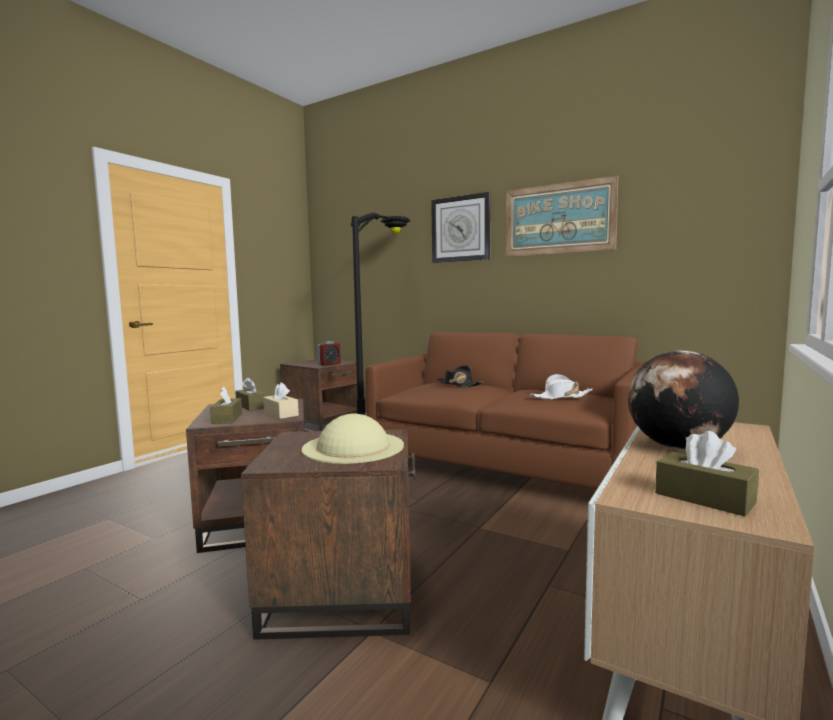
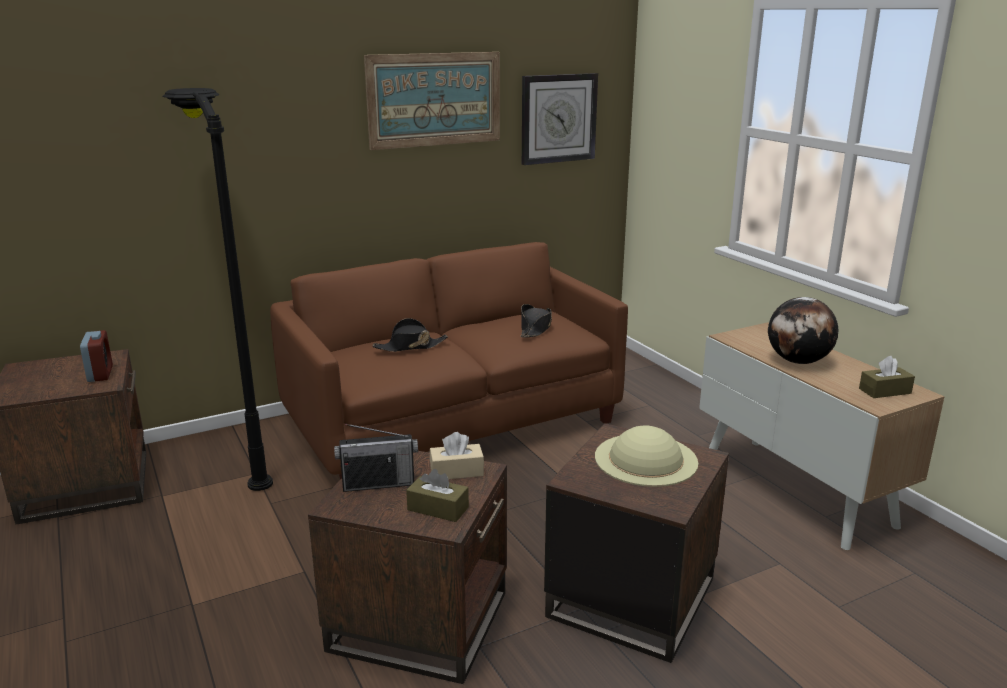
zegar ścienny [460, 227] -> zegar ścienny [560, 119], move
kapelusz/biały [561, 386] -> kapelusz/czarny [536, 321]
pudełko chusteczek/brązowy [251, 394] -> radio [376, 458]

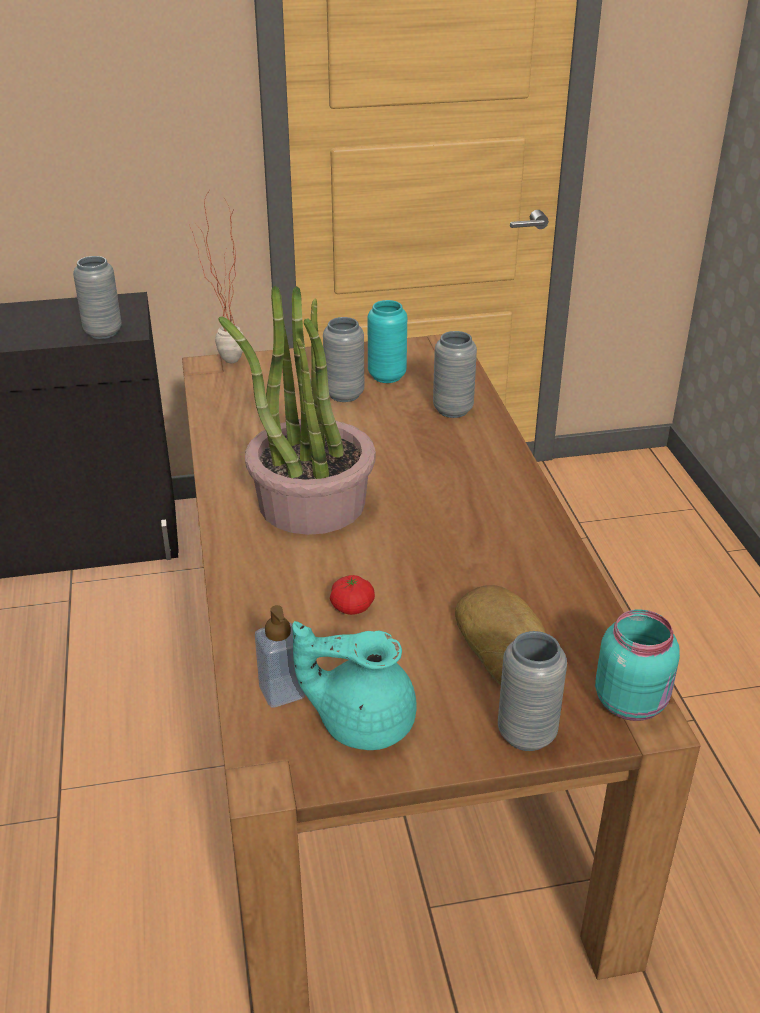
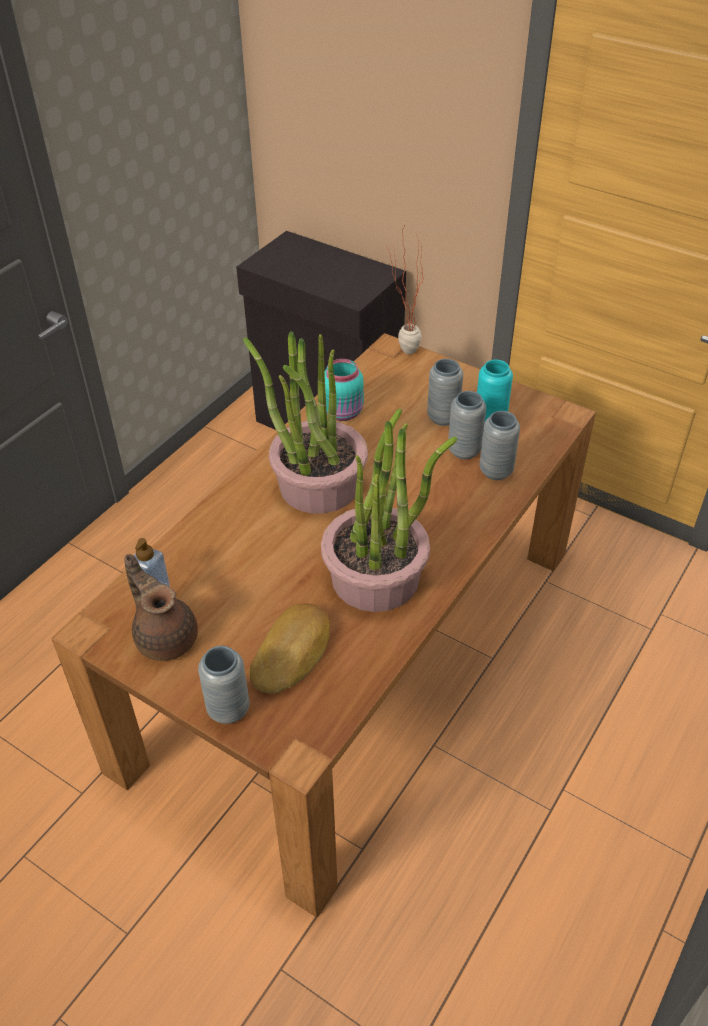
wazon/szary [97, 297] -> wazon/szary [467, 425], move
pomidor [352, 595] -> none
słoik/turkusowy [637, 665] -> słoik/turkusowy [344, 390], move
imbryk/turkusowy [354, 685] -> imbryk/brązowy [161, 607]
none -> roślina doniczkowa [389, 510]

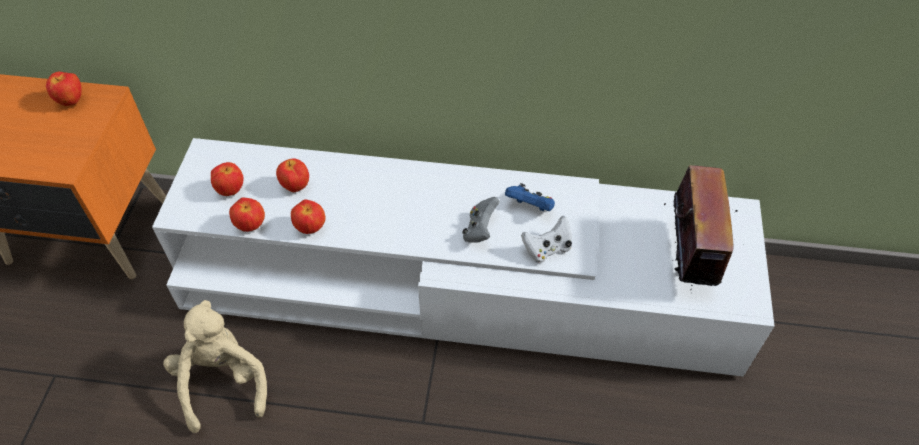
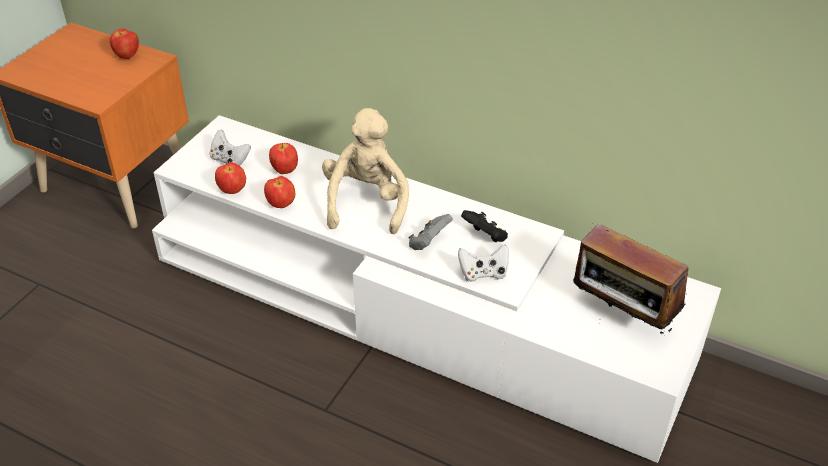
jabłko [227, 179] -> pad do gier/biały [230, 147]
radio [701, 229] -> radio [631, 279], 105 degrees clockwise
pad do gier/niebieski [530, 197] -> pad do gier/czarny [484, 226]
pluszak/beżowy [215, 366] -> pluszak/beżowy [365, 171], move

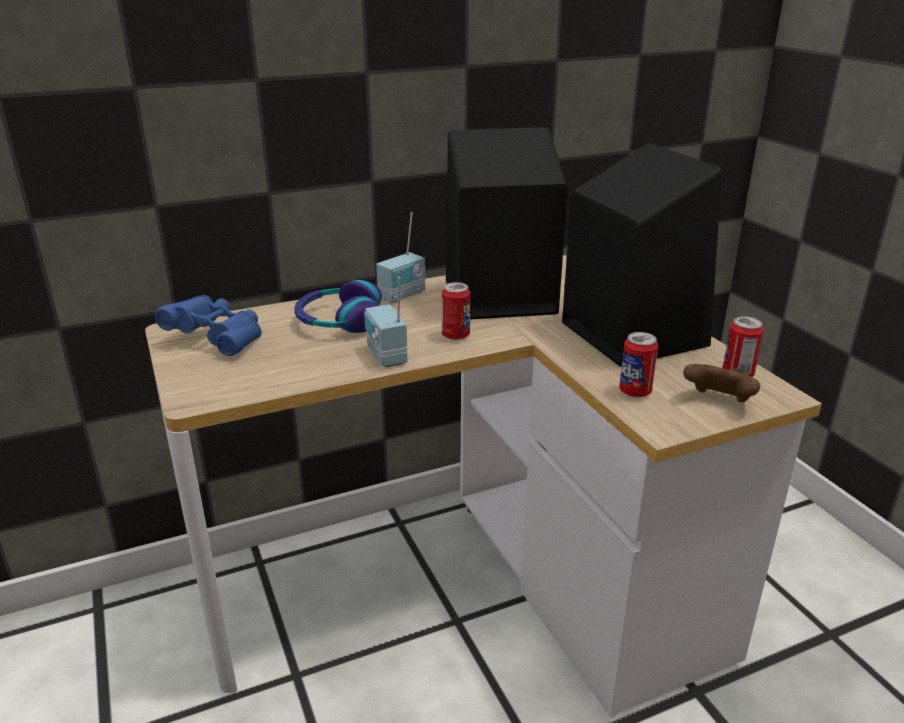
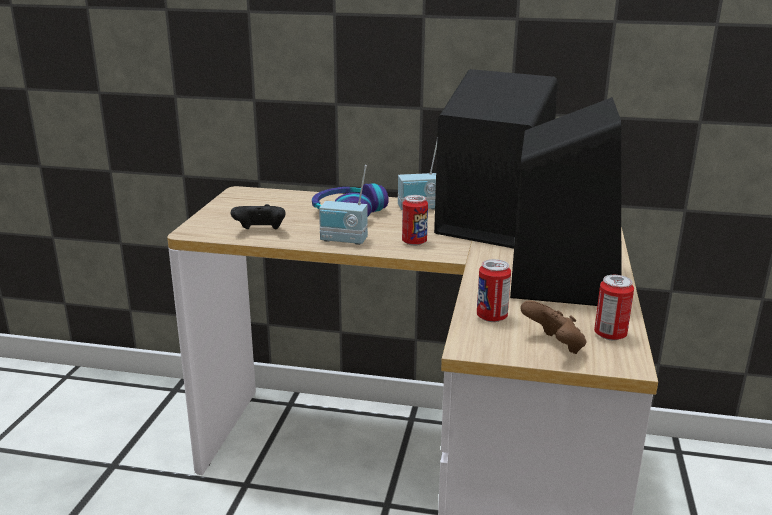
radio [386, 322] -> radio [343, 205], 90 degrees counterclockwise
lornetka/niebieski [208, 325] -> none
none -> pad do gier/czarny [258, 216]

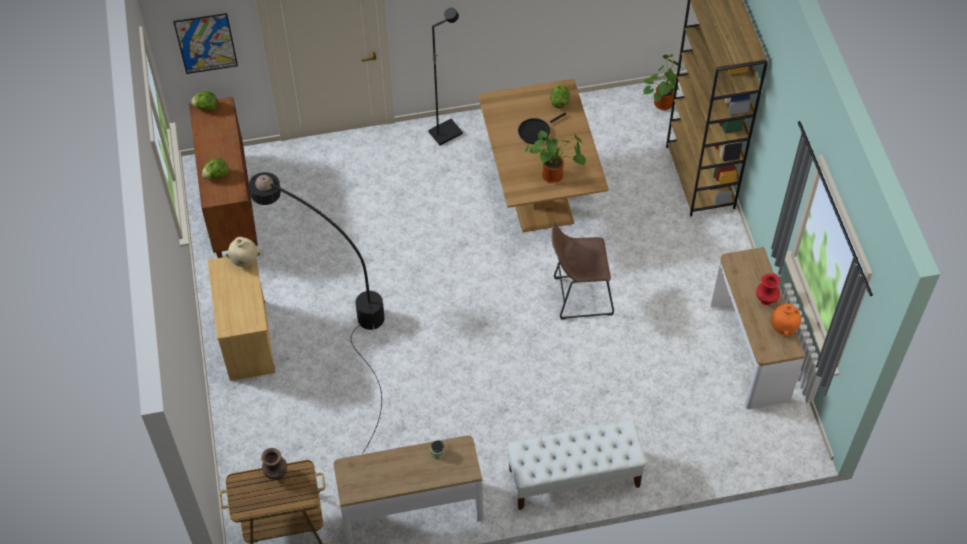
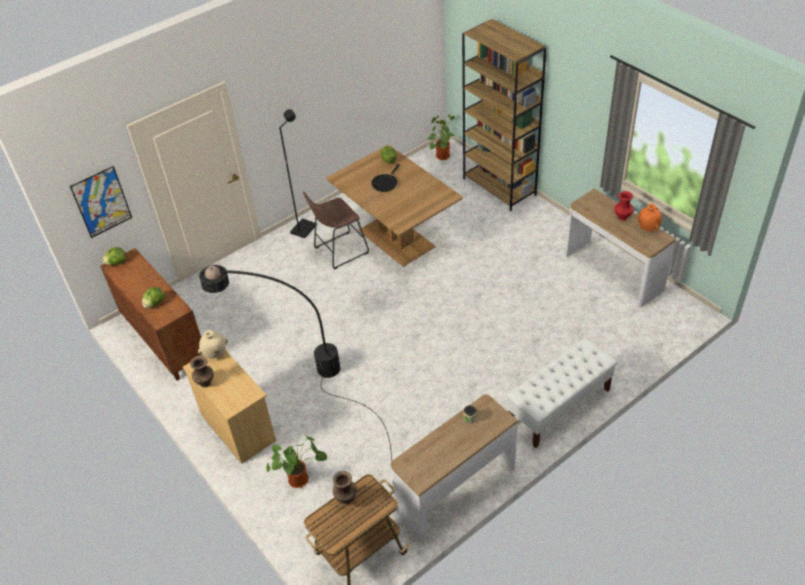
roślina doniczkowa [555, 157] -> roślina doniczkowa [296, 462], move
stołek/brązowy [583, 271] -> stołek/brązowy [336, 231], move
none -> wazon/brązowy [201, 371]

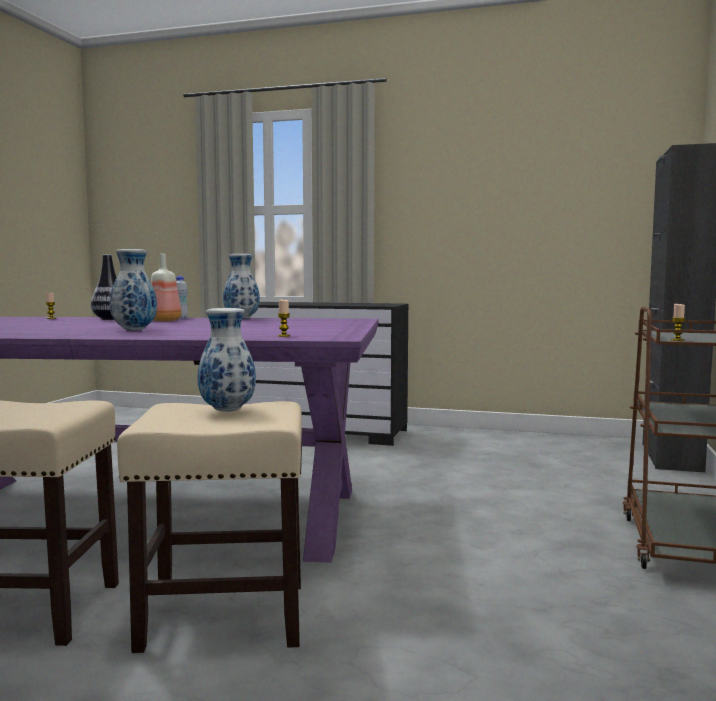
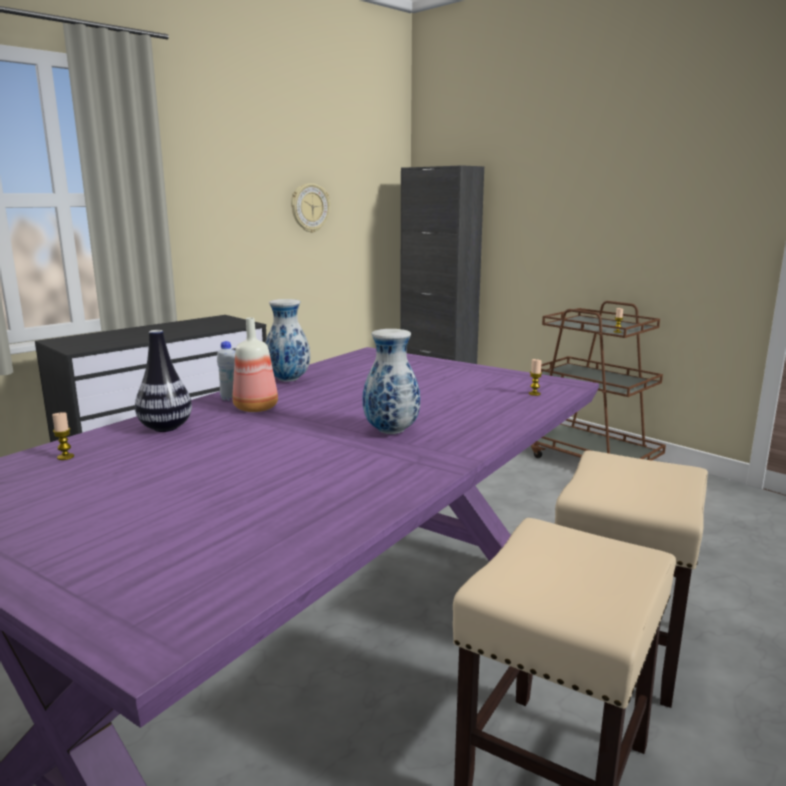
wazon [227, 360] -> none
none -> zegar ścienny [310, 208]

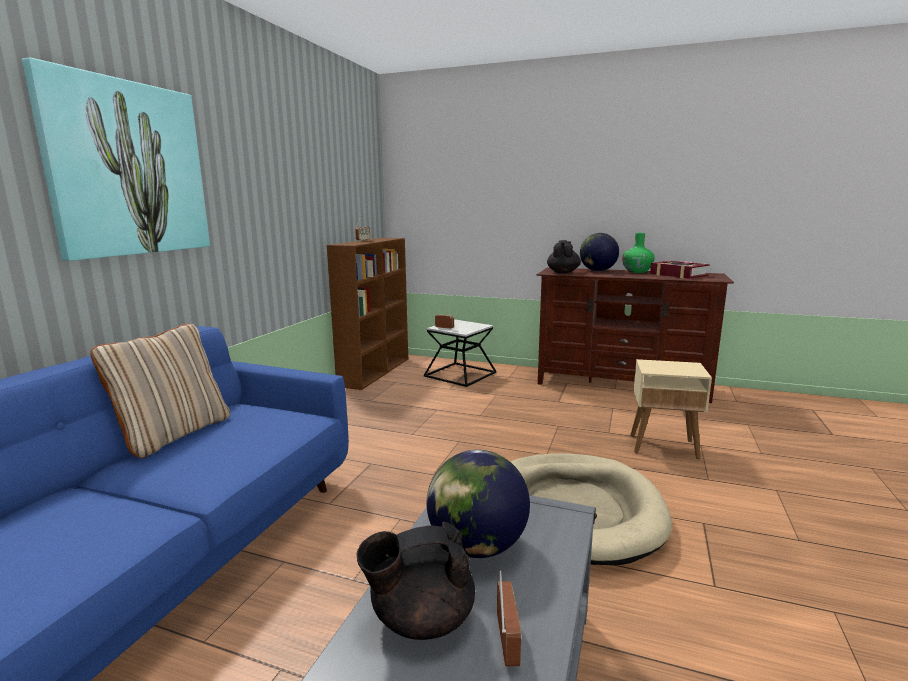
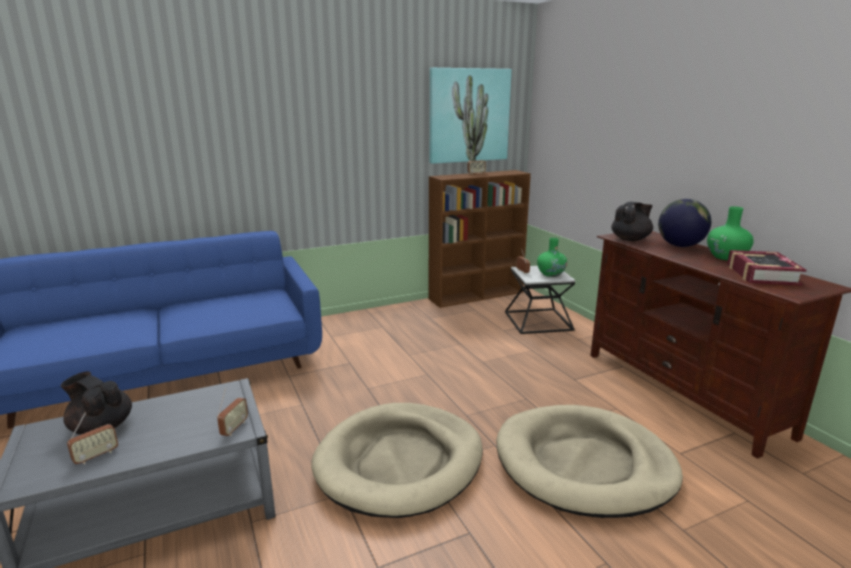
obraz [116, 159] -> obraz [471, 116], move
poduszka/beżowy [160, 391] -> none
stolik/beżowy [671, 409] -> legowisko/beżowy [589, 461]
globus [478, 504] -> none
none -> wazon/zielony [552, 257]
none -> radio [232, 412]

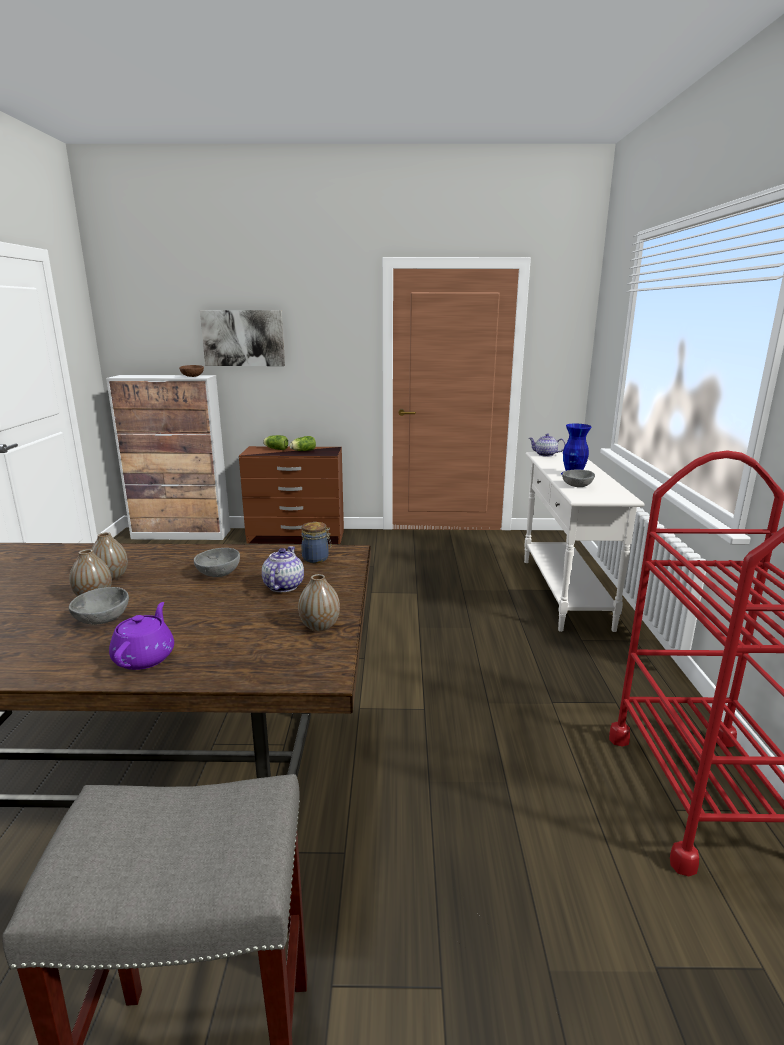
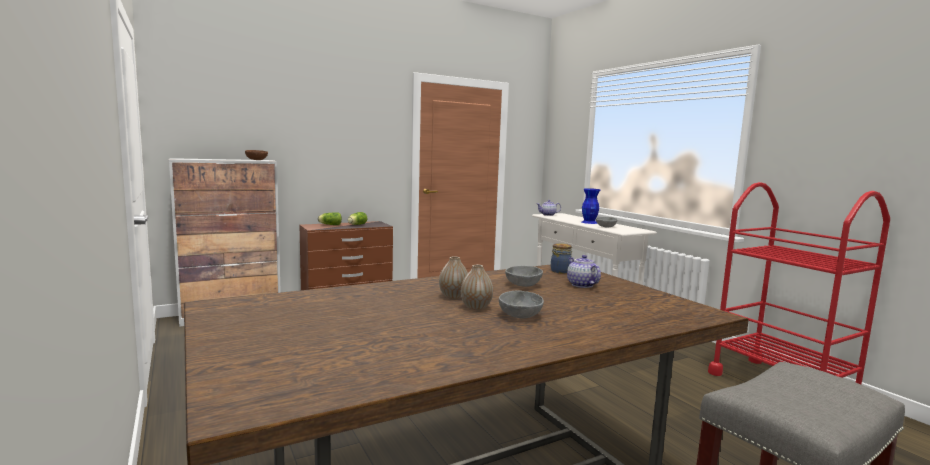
obraz [242, 338] -> none
wazon [319, 602] -> none
imbryk/fioletowy [141, 636] -> none

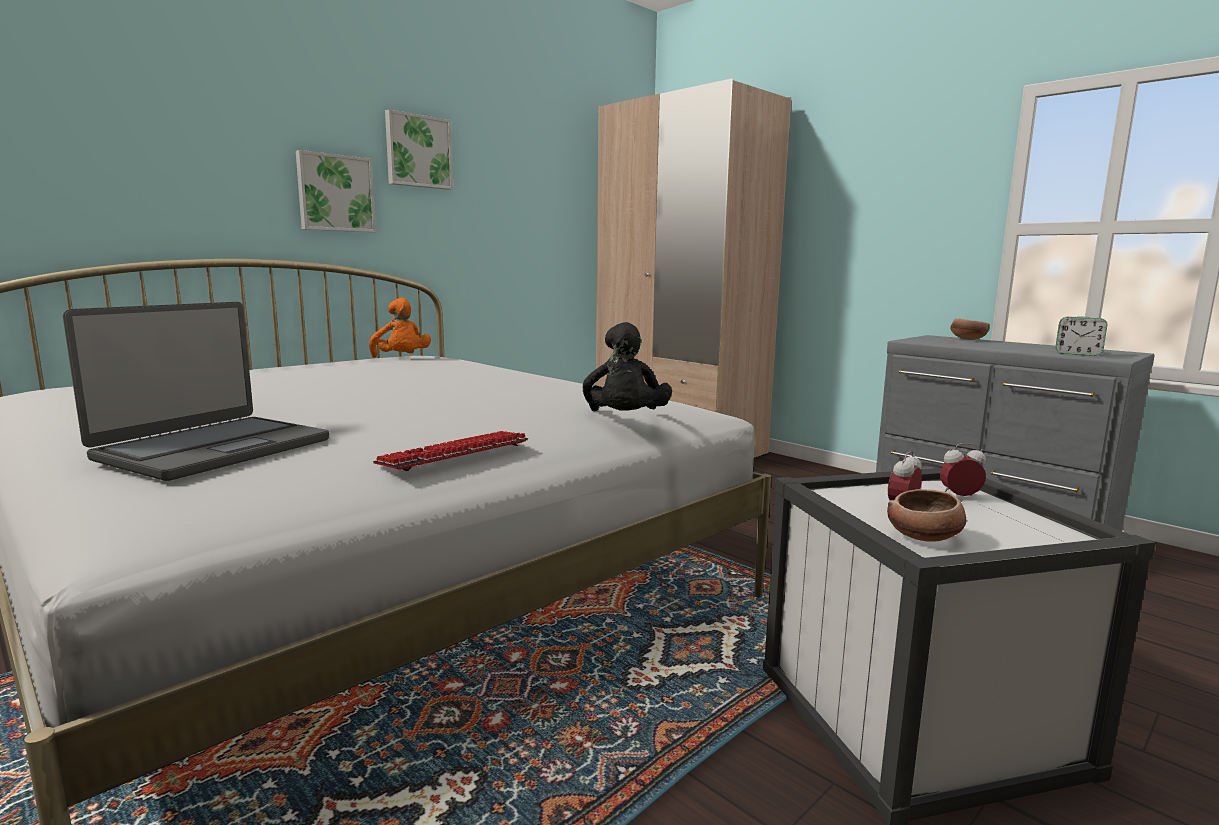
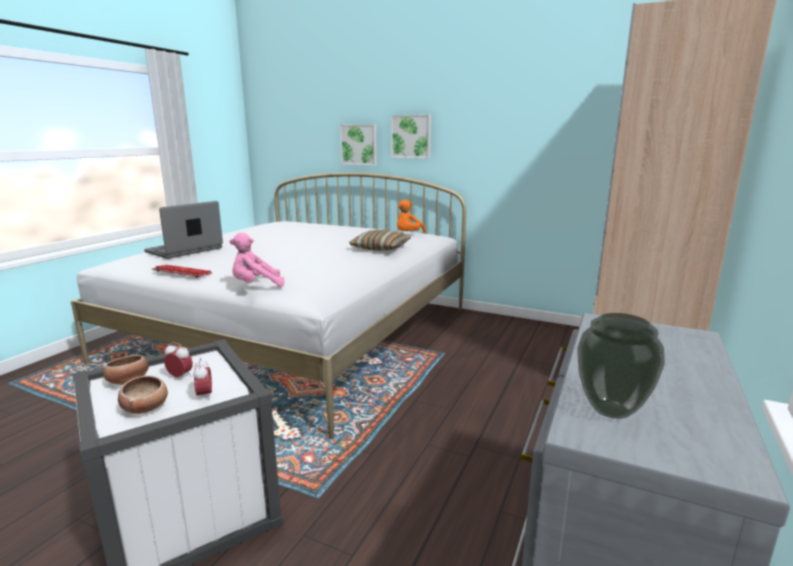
obraz [419, 149] -> obraz [358, 145], move
laptop [196, 391] -> laptop [183, 230], 120 degrees clockwise
budzik [1081, 336] -> wazon [621, 366]
miska [970, 329] -> miska [143, 395], move
pluszak/czarny [627, 366] -> pluszak/różowy [257, 260]
none -> poduszka [380, 240]

